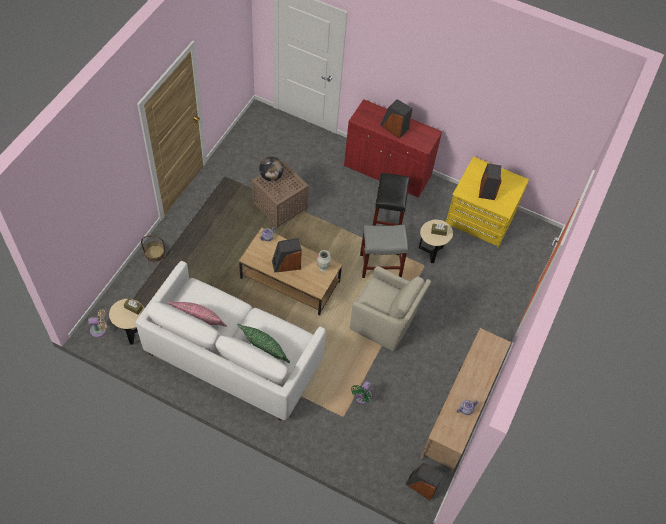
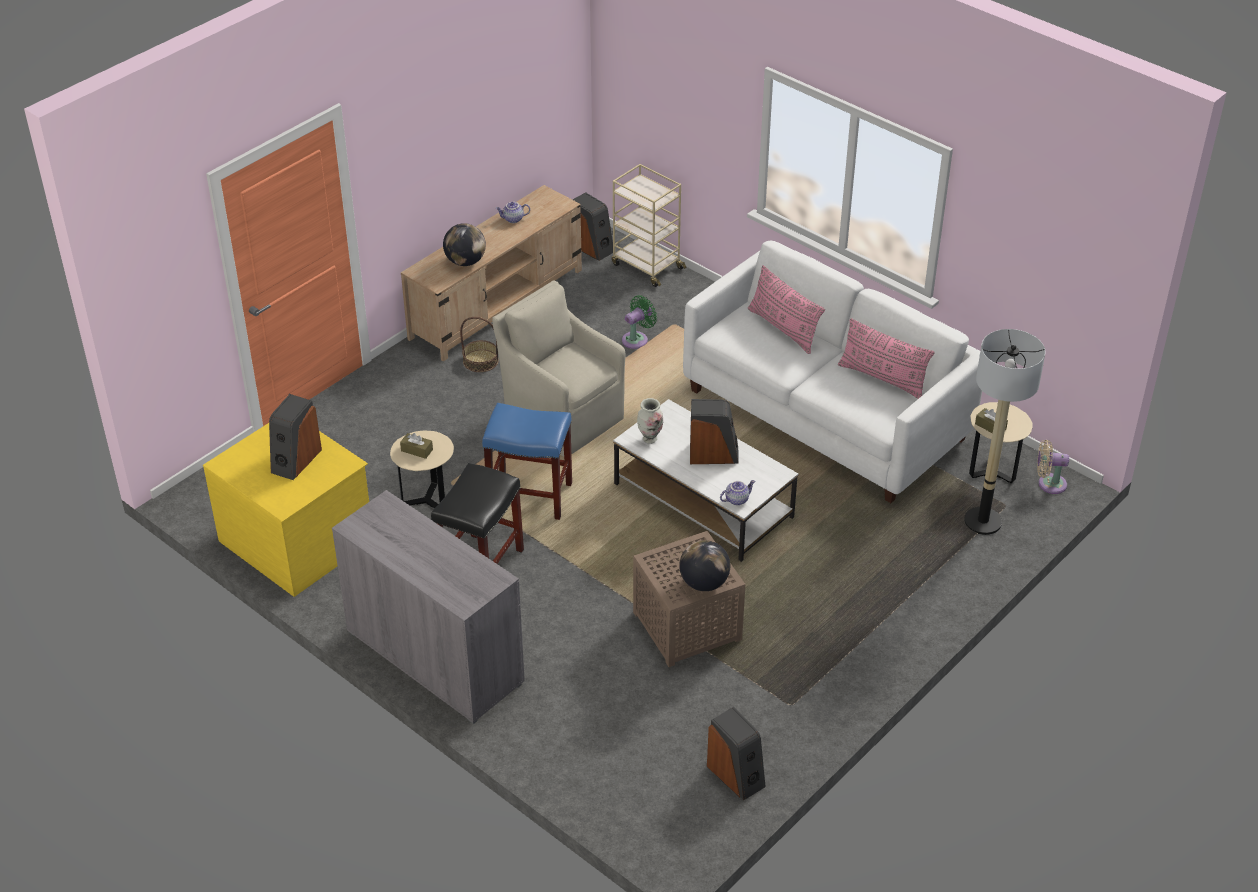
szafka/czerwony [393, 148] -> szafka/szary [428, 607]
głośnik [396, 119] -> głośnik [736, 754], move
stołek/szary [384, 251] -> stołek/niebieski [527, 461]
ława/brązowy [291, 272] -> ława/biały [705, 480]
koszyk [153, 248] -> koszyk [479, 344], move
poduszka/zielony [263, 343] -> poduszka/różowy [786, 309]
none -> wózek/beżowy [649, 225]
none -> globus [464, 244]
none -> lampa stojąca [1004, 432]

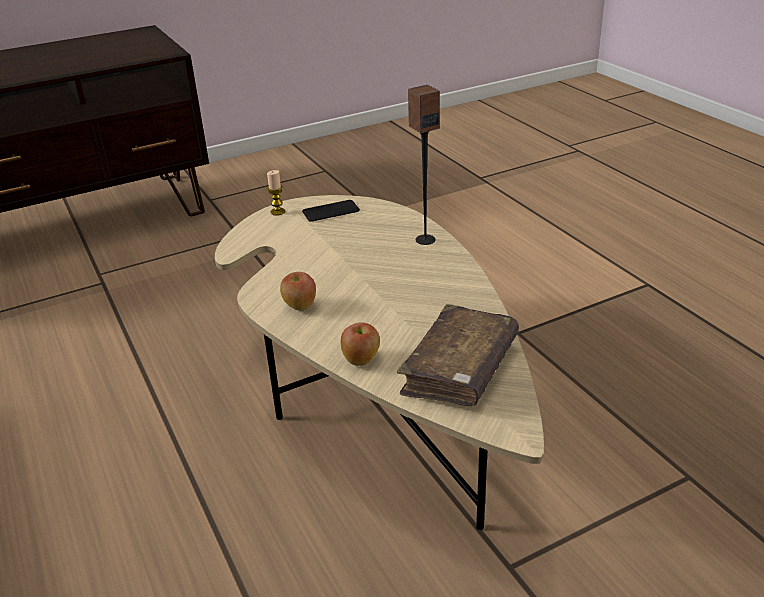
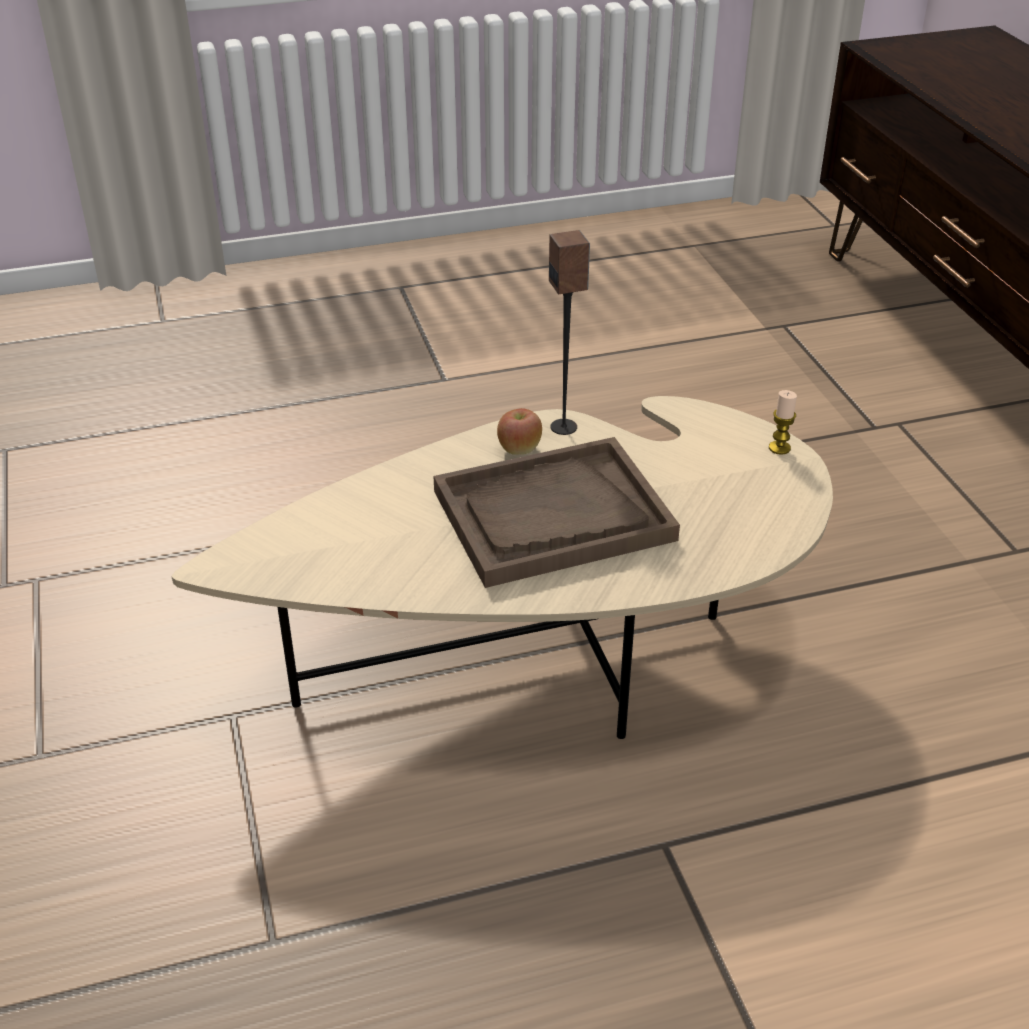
głośnik [424, 165] -> głośnik [569, 332], move
telefon [331, 211] -> none
książka/brązowy [458, 355] -> none
jabłko [360, 344] -> none
none -> taca/brązowy [556, 512]

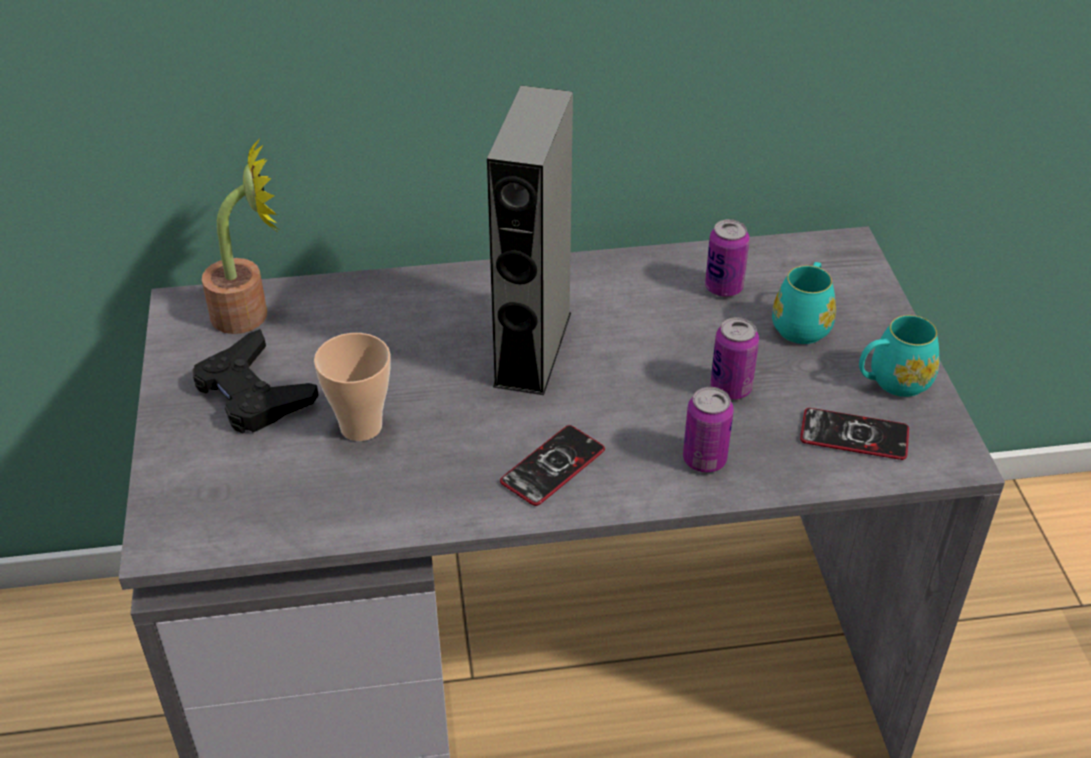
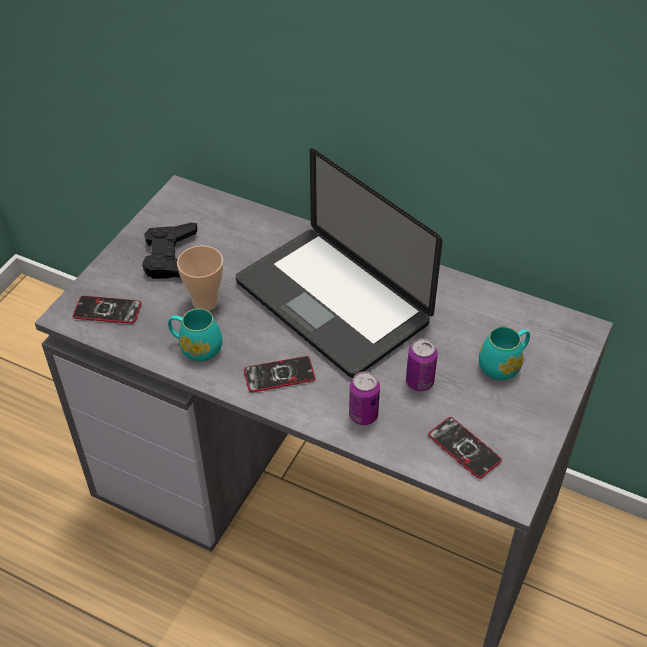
głośnik/szary [530, 240] -> laptop [339, 263]
roślina doniczkowa [240, 235] -> none
puszka [727, 258] -> none
kubek/turkusowy [899, 356] -> kubek/turkusowy [195, 334], move
none -> telefon [107, 310]

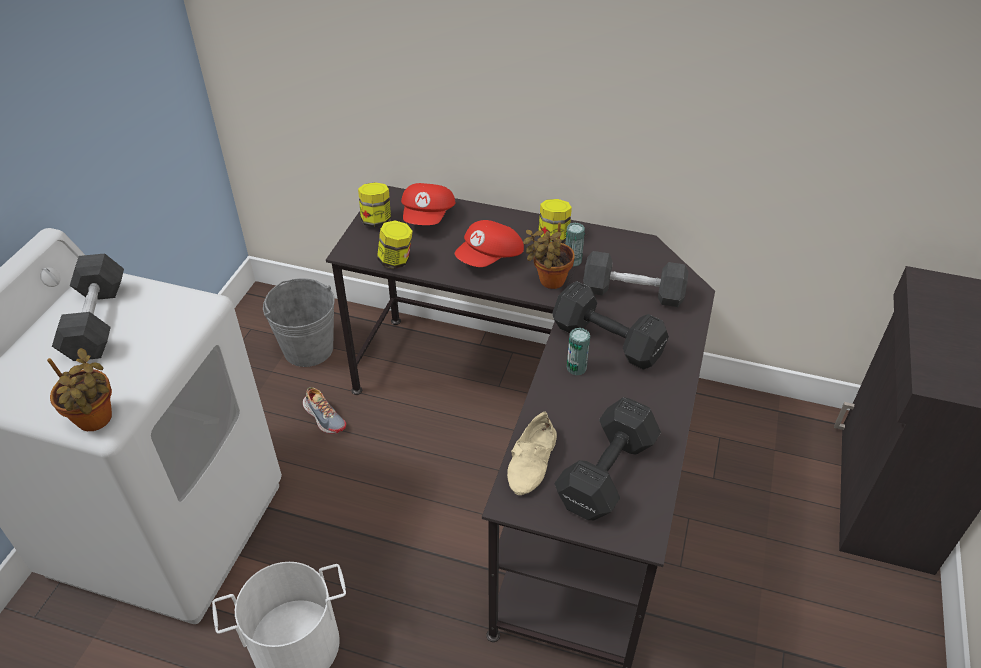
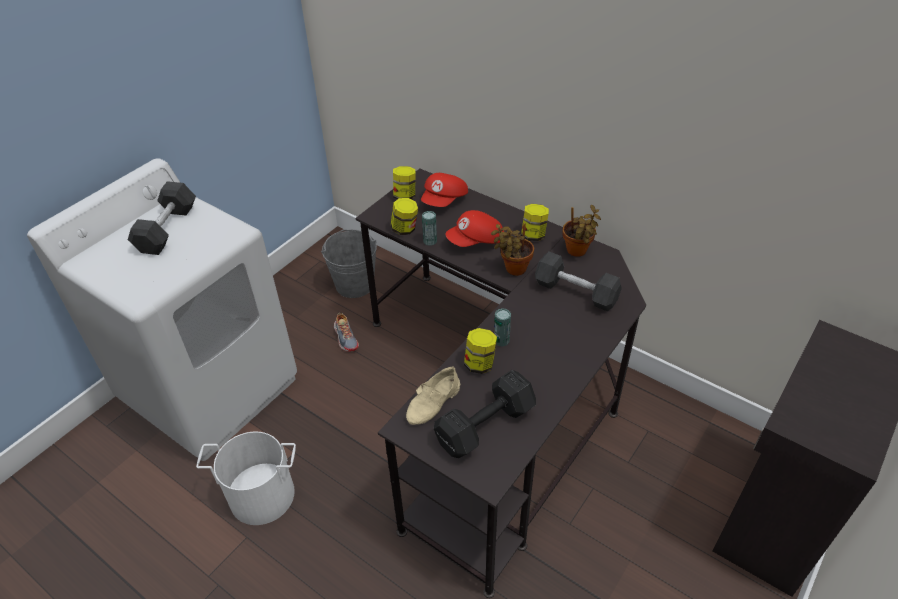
puszka [575, 245] -> puszka [429, 228], move
hantel/czarny [610, 325] -> none
roślina doniczkowa [79, 389] -> roślina doniczkowa [582, 231], move
none -> słoik [480, 351]

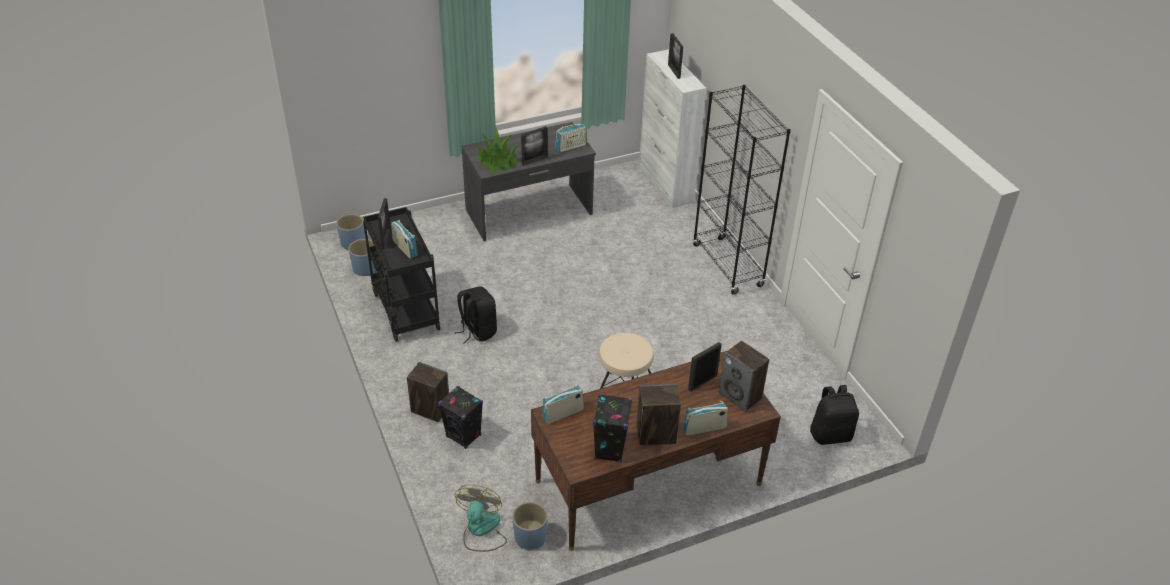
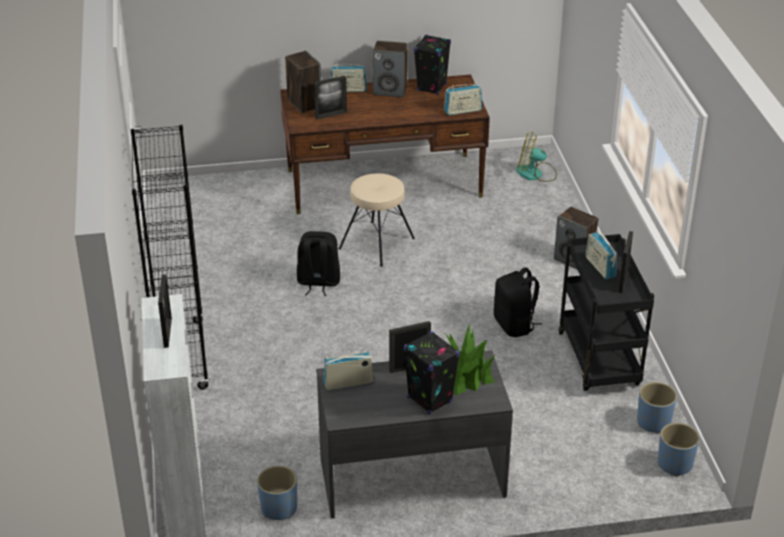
plecak/czarny [834, 415] -> plecak/czarny [318, 263], move
głośnik/czarny [460, 417] -> głośnik/czarny [432, 373], move
wentylator [481, 518] -> wentylator [536, 157], 75 degrees clockwise
donica/niebieski [530, 526] -> donica/niebieski [277, 493], move

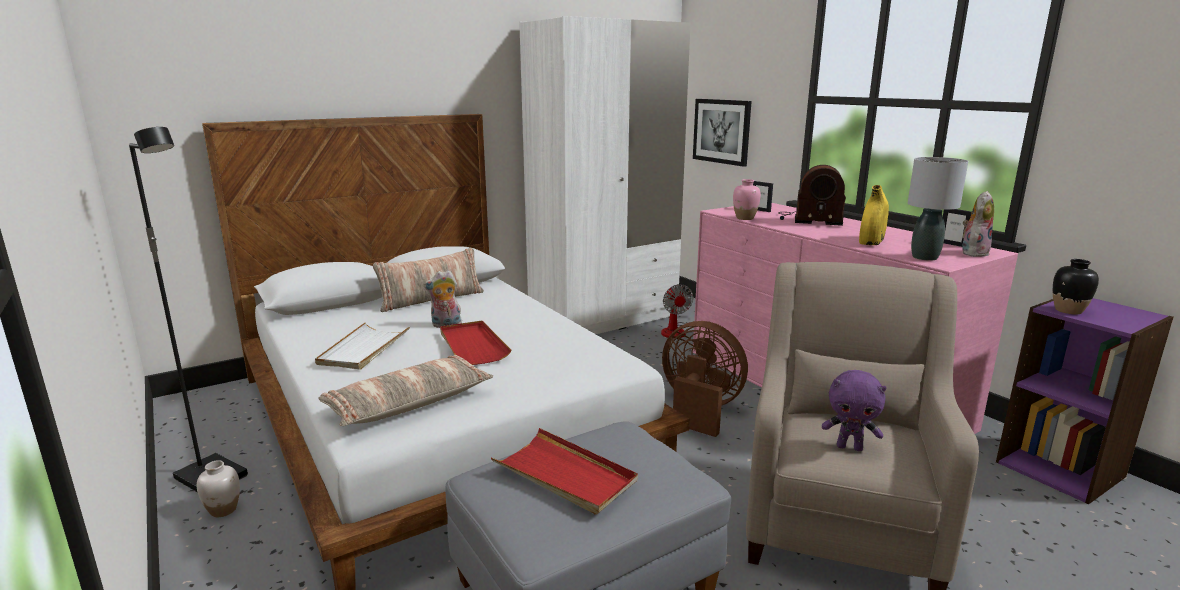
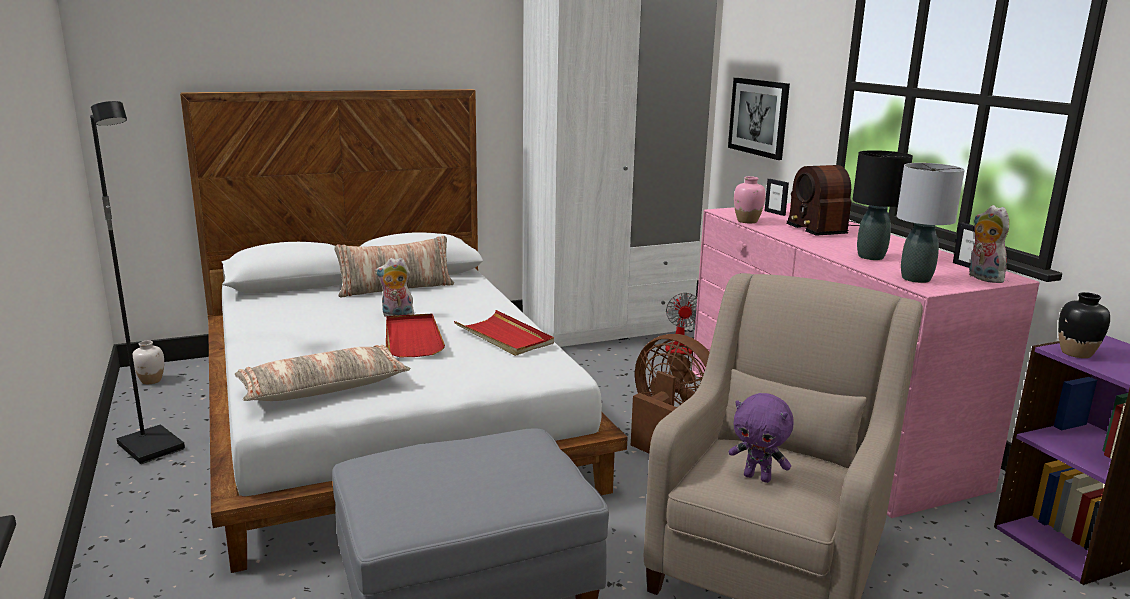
radio [812, 195] -> radio [823, 200], 45 degrees clockwise
wazon/żółty [874, 215] -> lampa stołowa/czarny [883, 205]
pluszak [978, 224] -> pluszak [989, 244], 75 degrees counterclockwise
taca/biały [362, 346] -> none
taca/czerwony [564, 471] -> taca/czerwony [504, 333], move
wazon/biały [218, 488] -> wazon/biały [148, 362], move

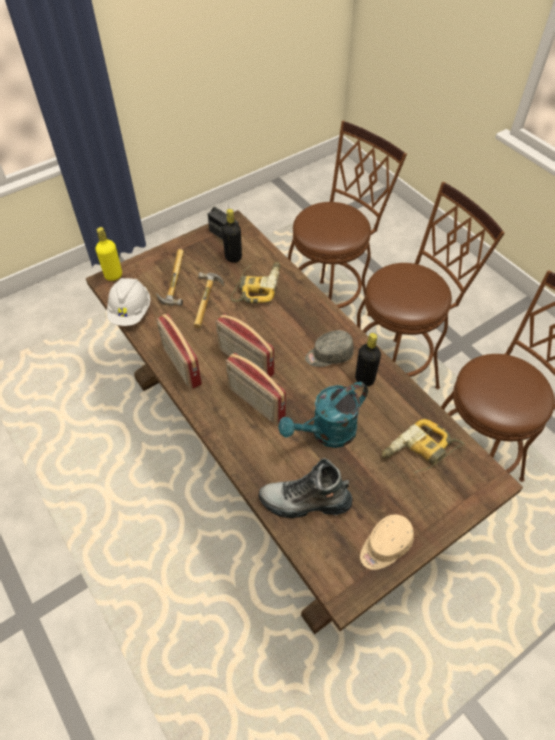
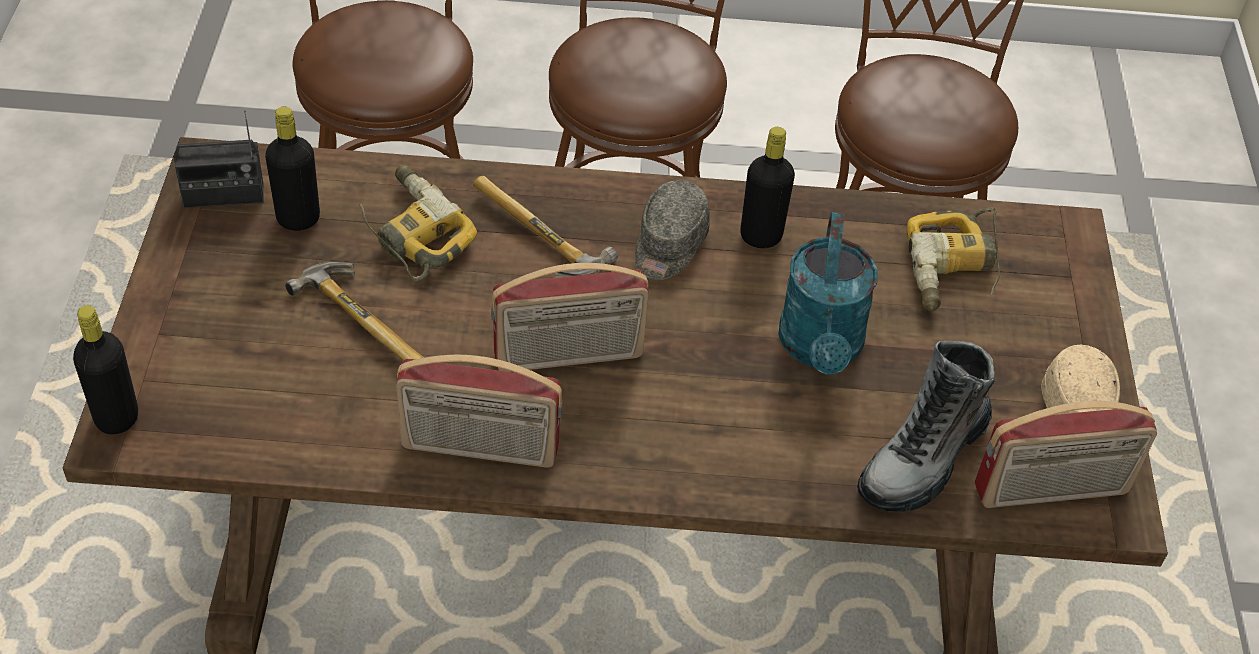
butelka/żółty [109, 254] -> butelka/czarny [105, 370]
młotek [170, 277] -> młotek [545, 227], move
kask/biały [129, 302] -> none
radio [255, 389] -> radio [1066, 454], move

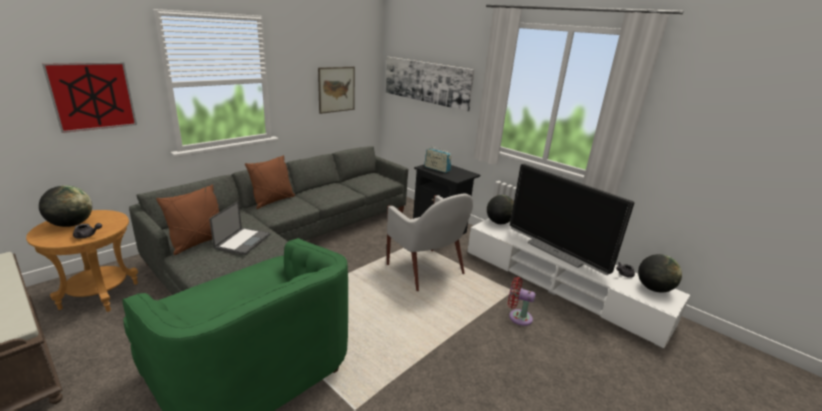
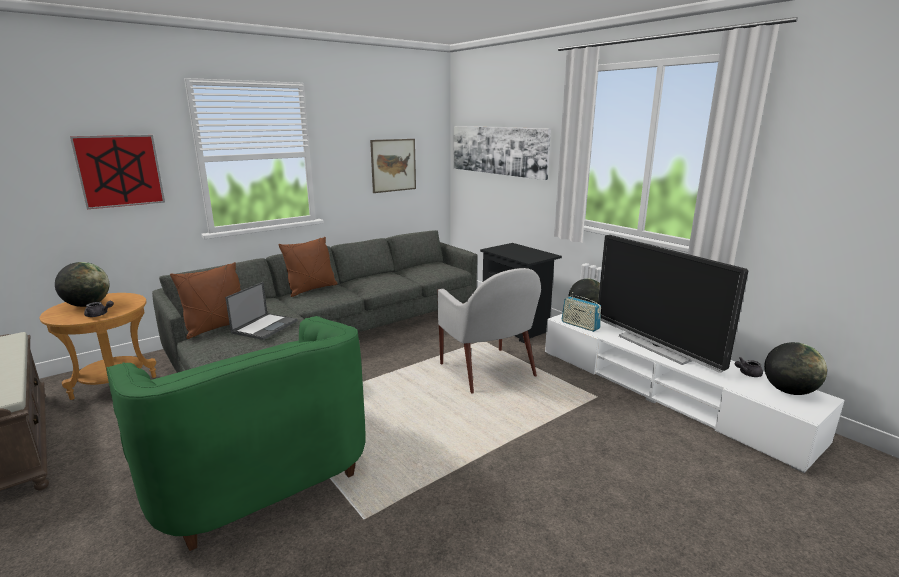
radio [437, 159] -> radio [581, 312], move
wentylator/czerwony [522, 301] -> none

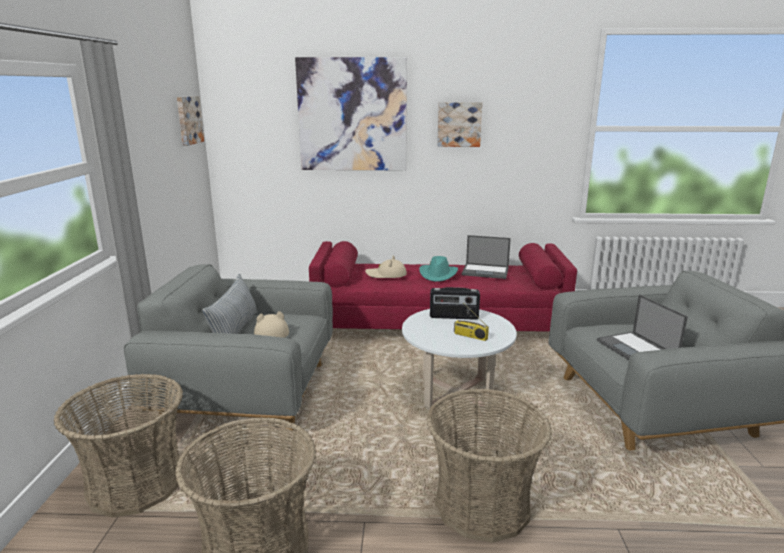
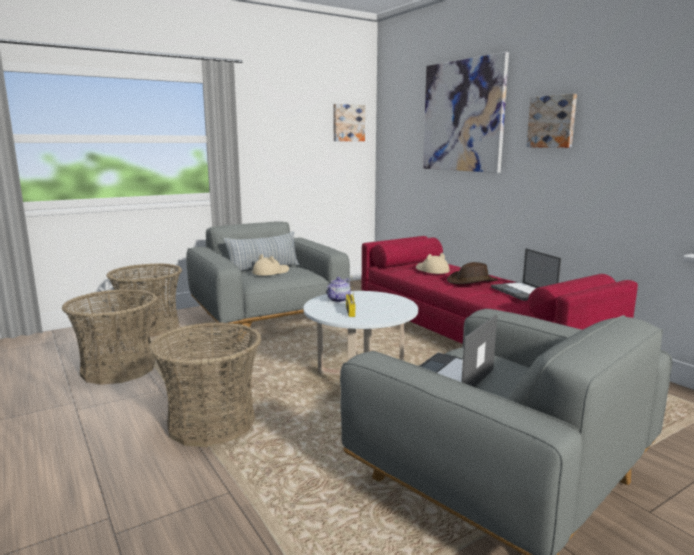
kapelusz/turkusowy [438, 269] -> kapelusz/brązowy [472, 273]
radio [455, 303] -> none
none -> imbryk [339, 289]

